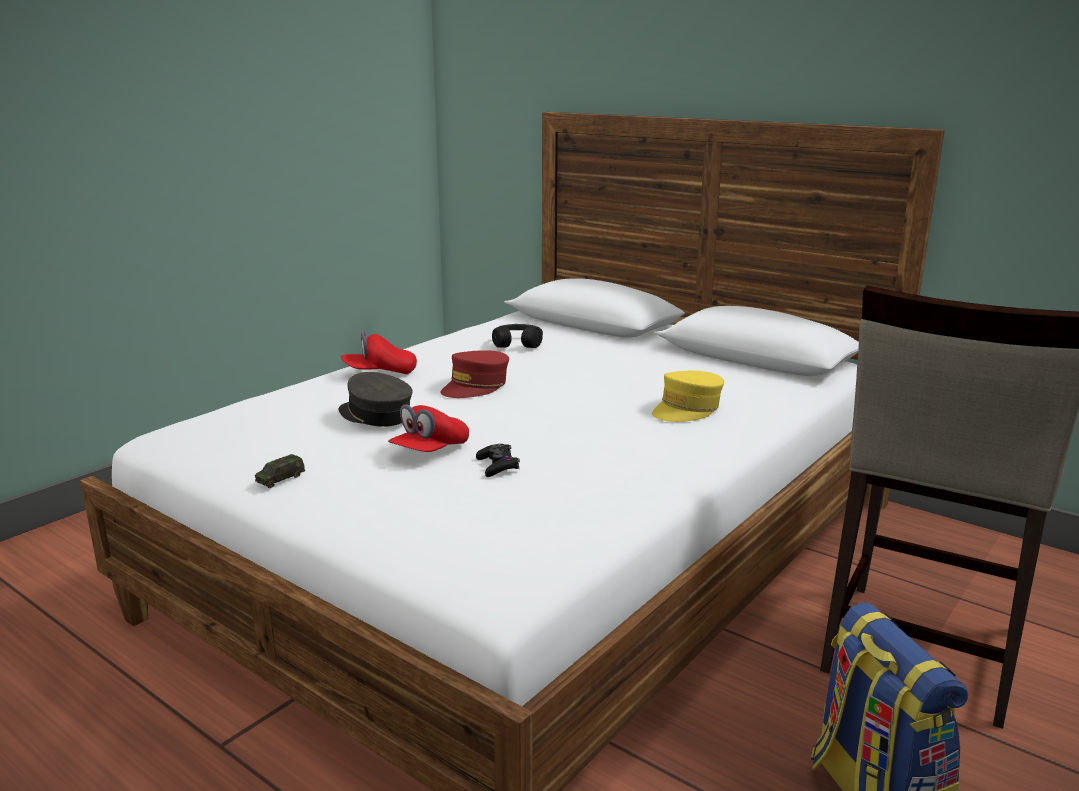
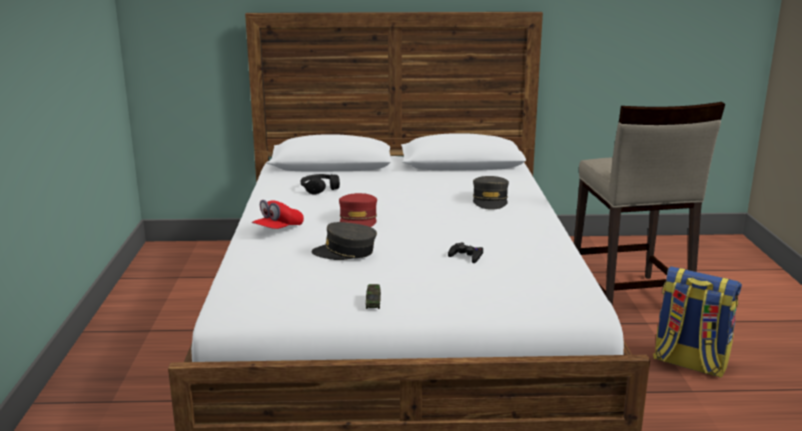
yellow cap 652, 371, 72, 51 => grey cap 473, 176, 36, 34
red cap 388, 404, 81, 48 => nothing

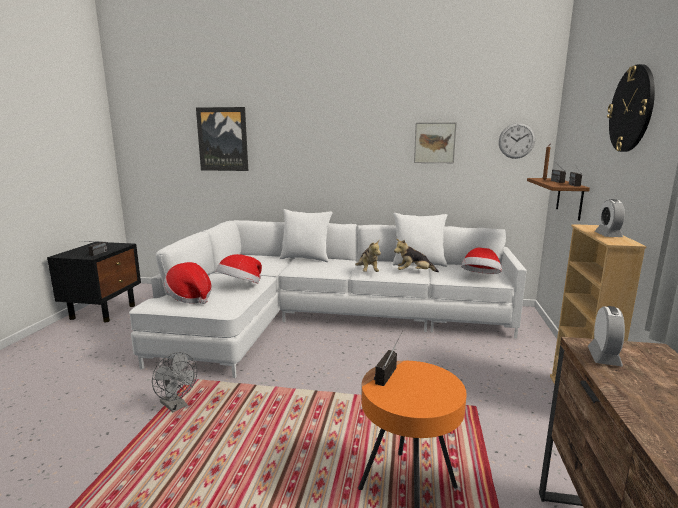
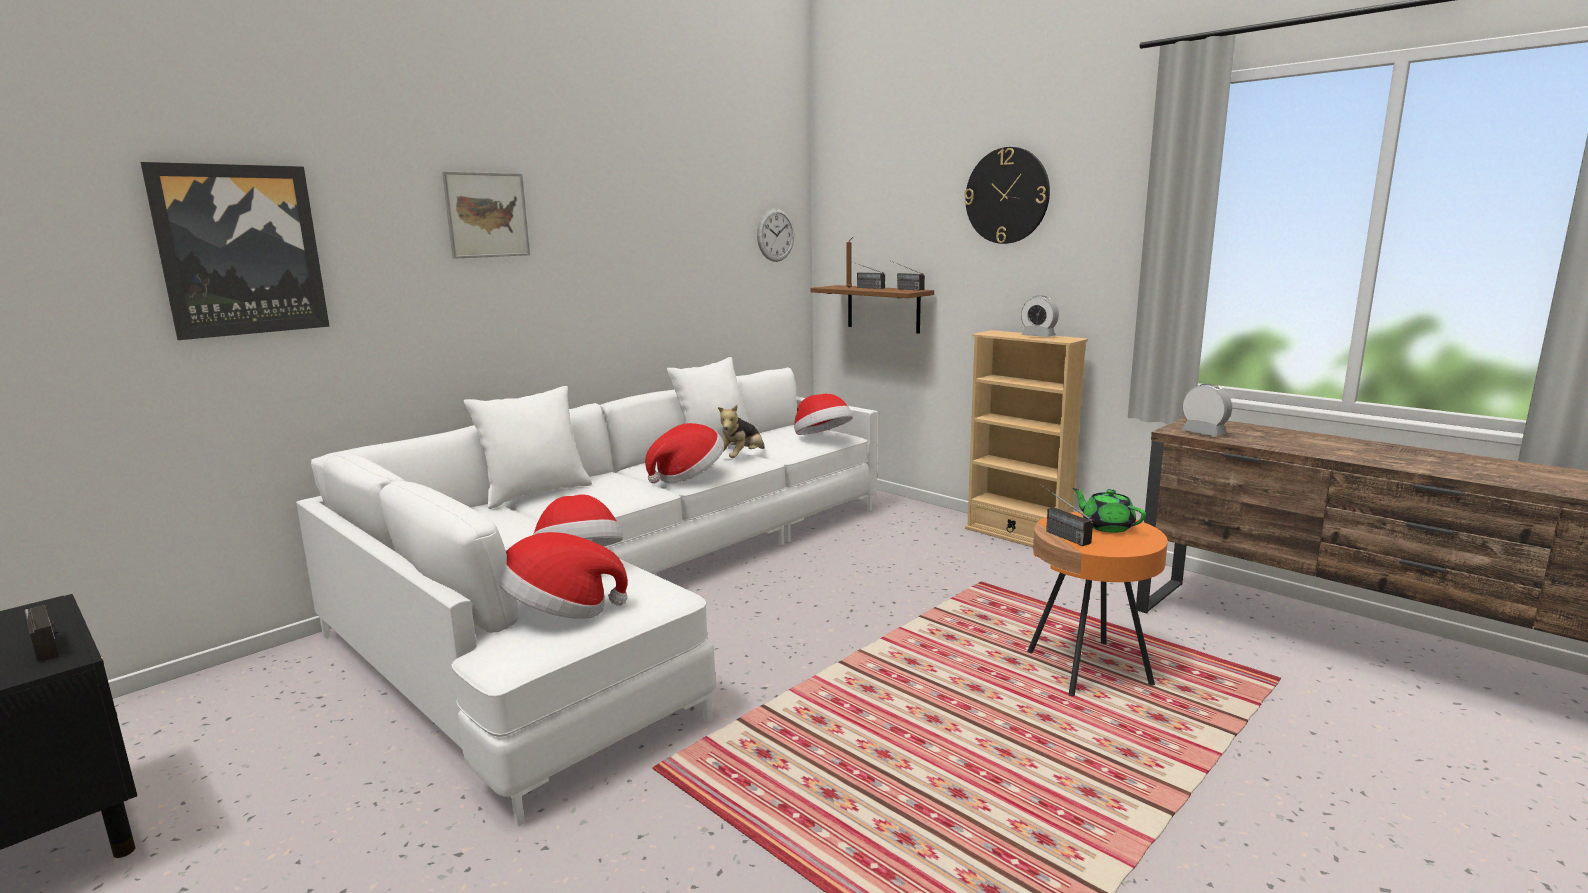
picture 414, 122, 43, 41 => picture 442, 171, 88, 88, moved
plush toy 355, 240, 26, 32 => hat 645, 423, 79, 61
nothing => green teapot 1073, 488, 73, 45
grey fan 152, 352, 45, 60 => nothing

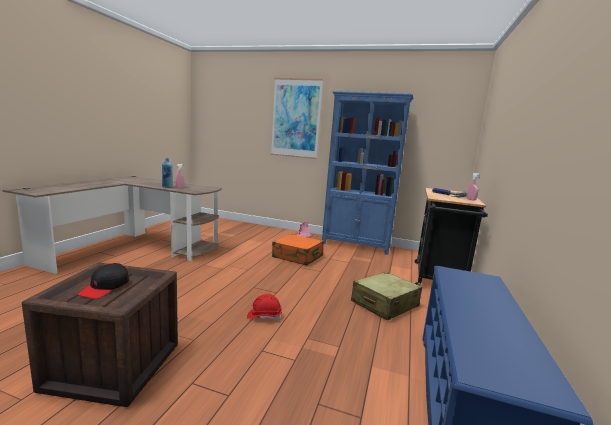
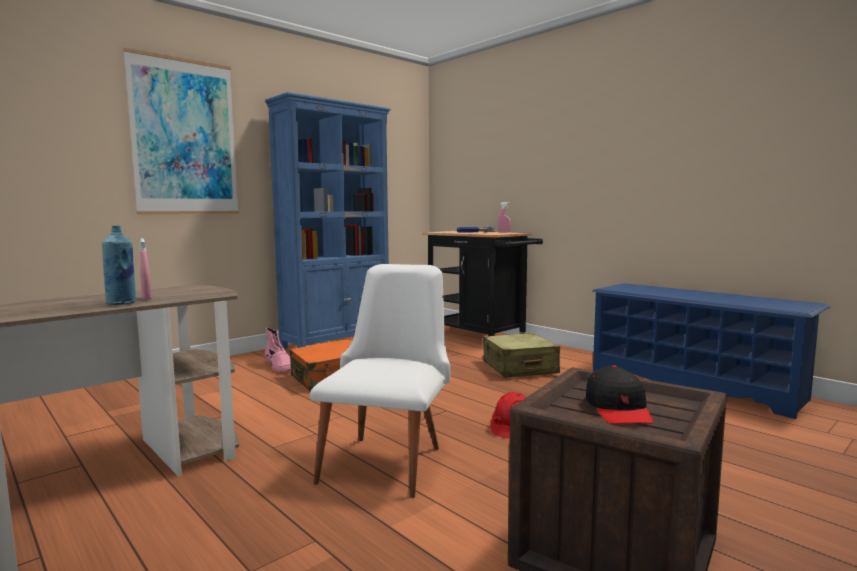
nothing => white chair 310, 264, 140, 234
black cap 77, 263, 52, 36 => black cap 585, 365, 68, 59, 45 degrees clockwise

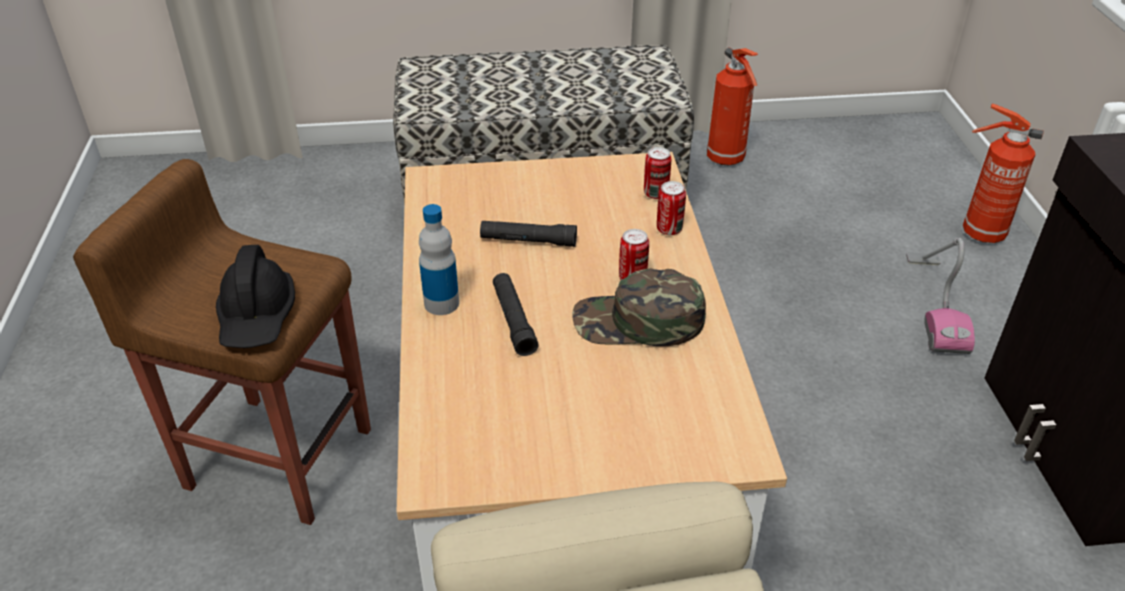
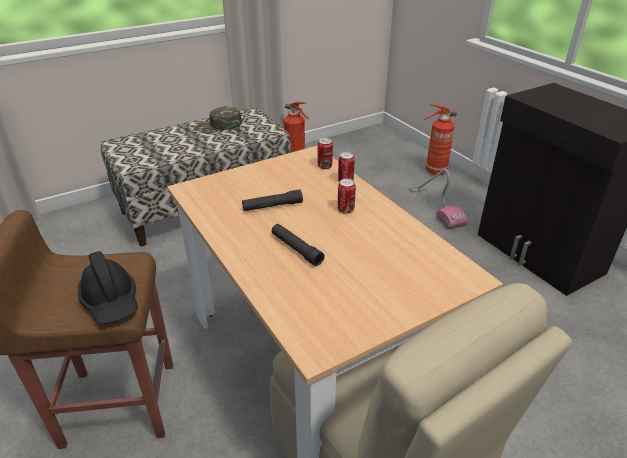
green cap 572, 268, 134, 78 => green cap 196, 106, 46, 27, moved
bottle 419, 204, 40, 111 => nothing

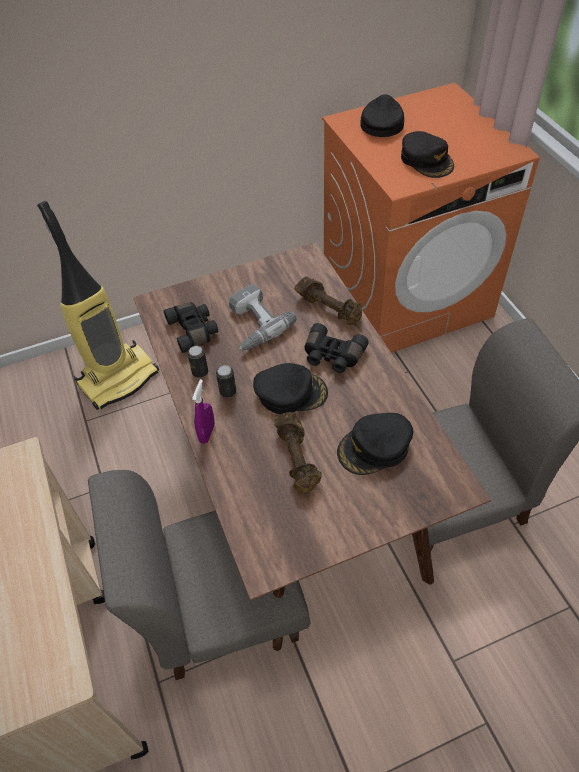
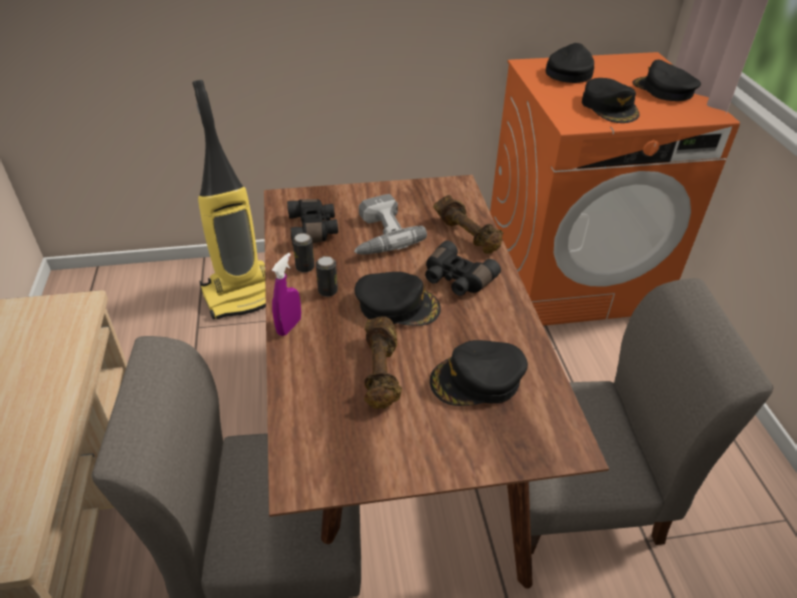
nothing => black cap 632, 59, 69, 42

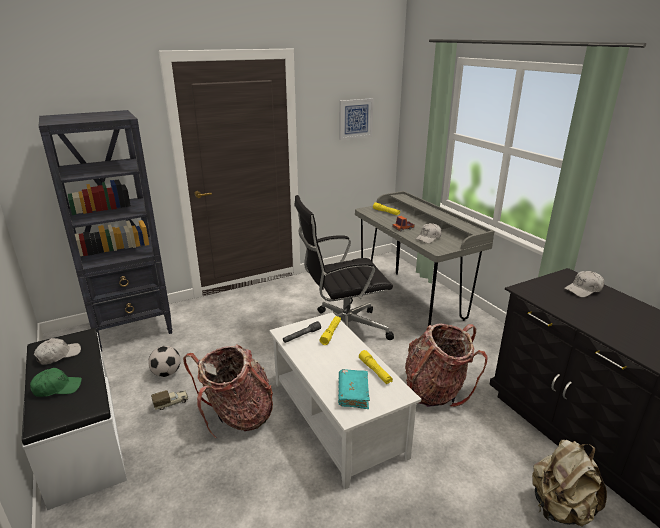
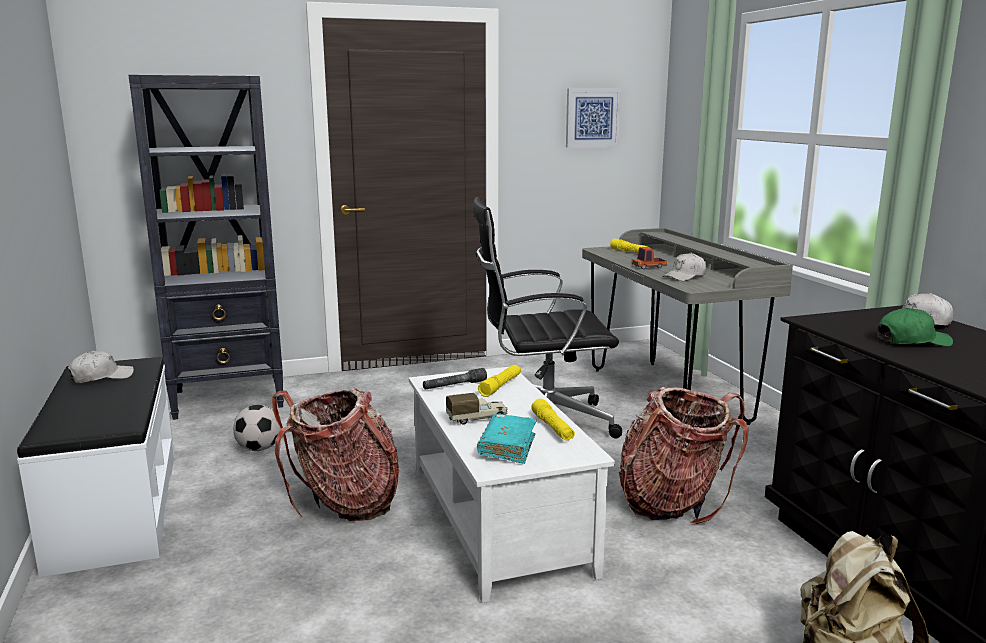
toy truck 151, 390, 37, 20 => toy truck 446, 393, 62, 32, moved
green cap 30, 368, 52, 29 => green cap 878, 308, 75, 39, moved

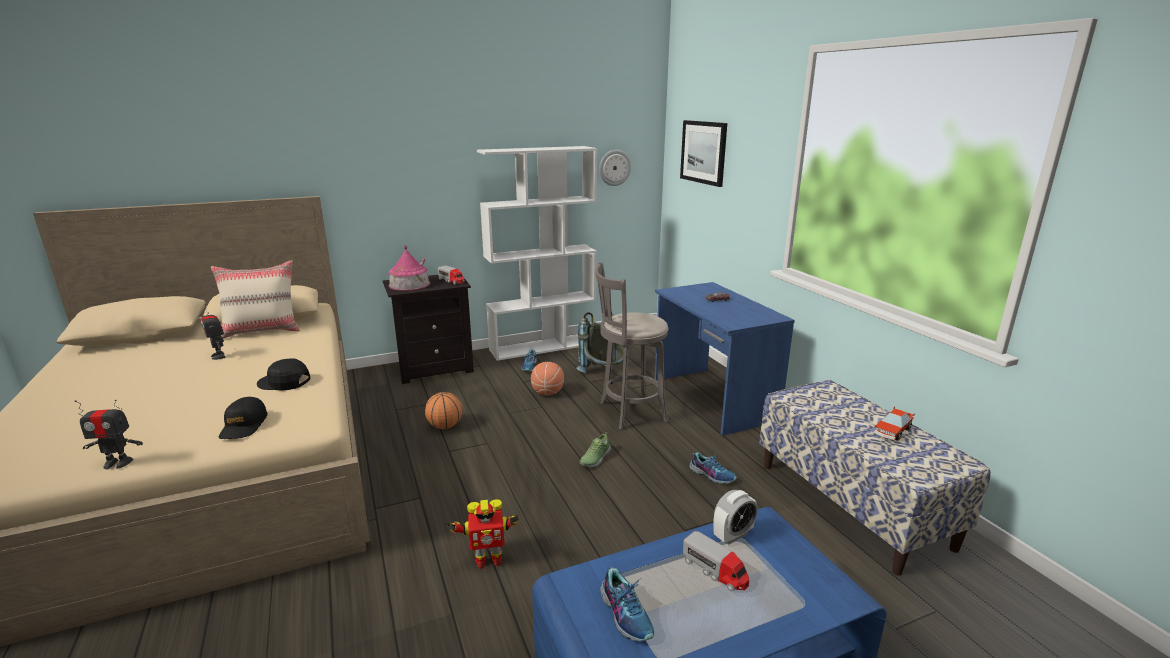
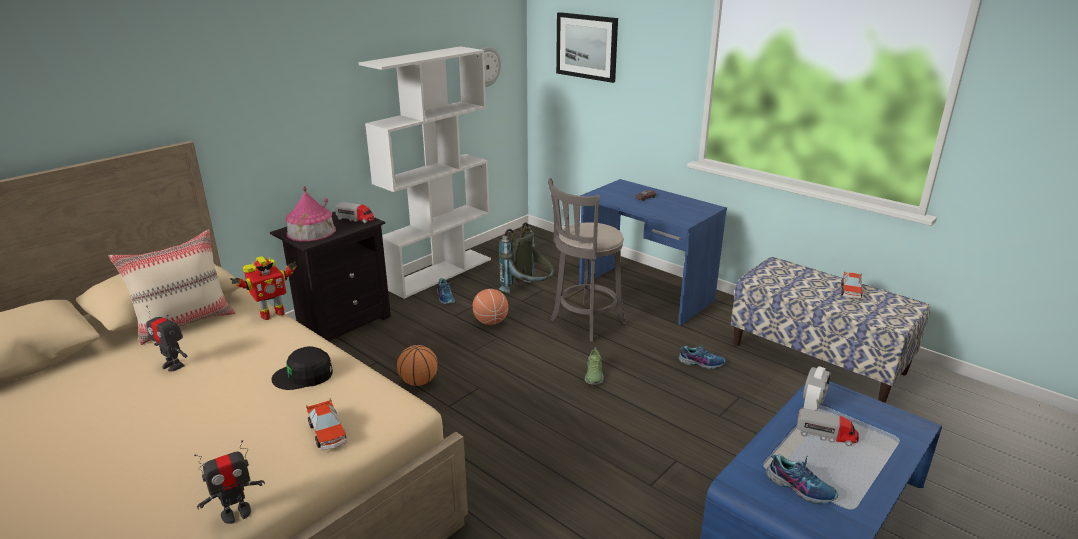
toy robot 446, 499, 73, 70 => toy robot 230, 256, 67, 64, moved
black cap 219, 397, 48, 42 => toy car 306, 398, 41, 52

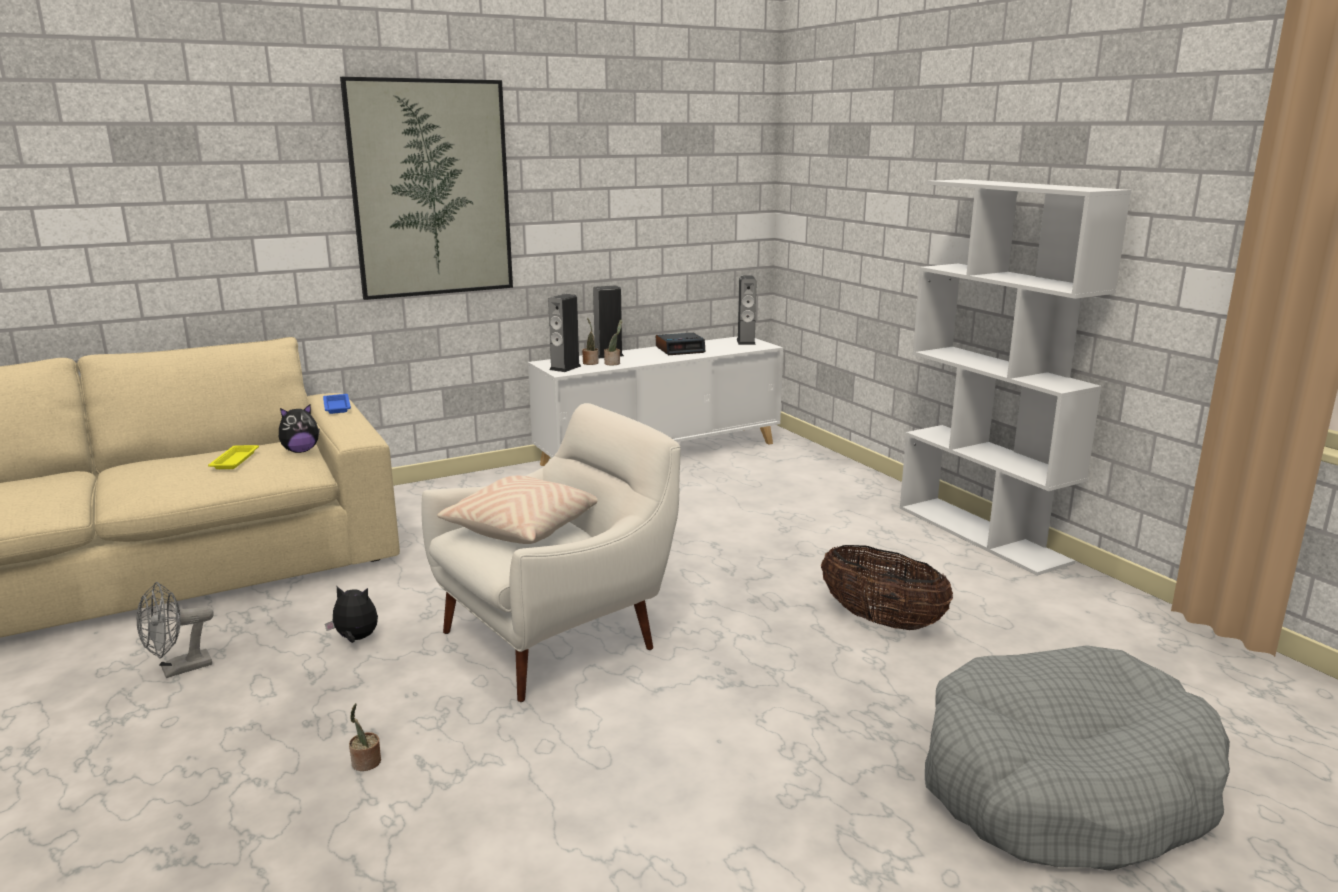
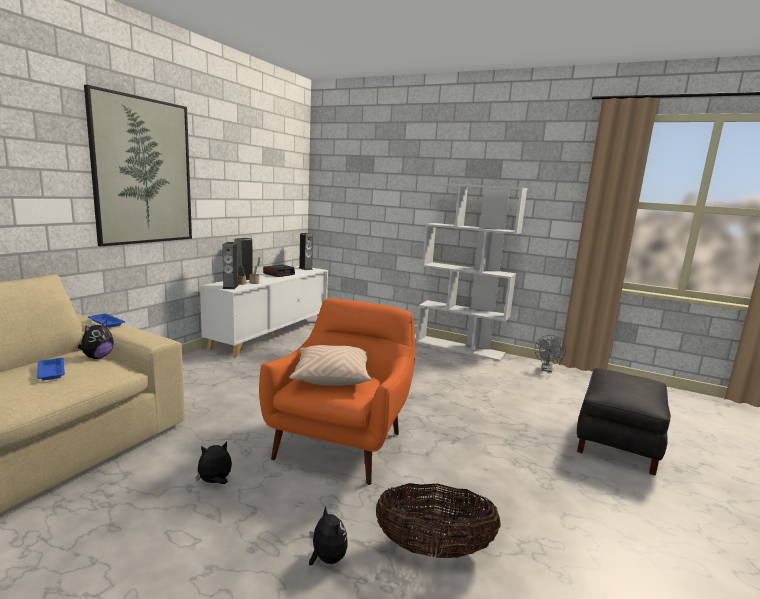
yellow tray 208, 445, 51, 24 => blue tray 37, 358, 28, 22
white armchair 421, 403, 260, 299 => orange armchair 259, 298, 156, 187
potted plant 349, 703, 32, 68 => plush toy 309, 506, 39, 59
basket 821, 545, 132, 85 => basket 376, 483, 125, 75, moved
grey fan 137, 582, 77, 96 => grey fan 535, 335, 31, 37, moved
grey dog bed 925, 645, 305, 226 => black ottoman 577, 368, 94, 108

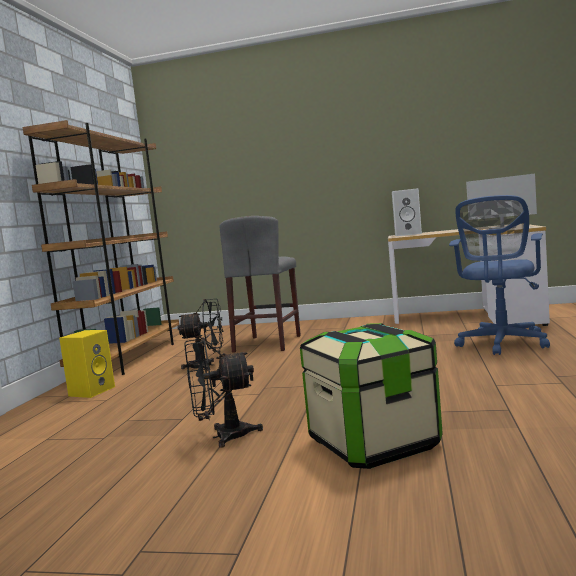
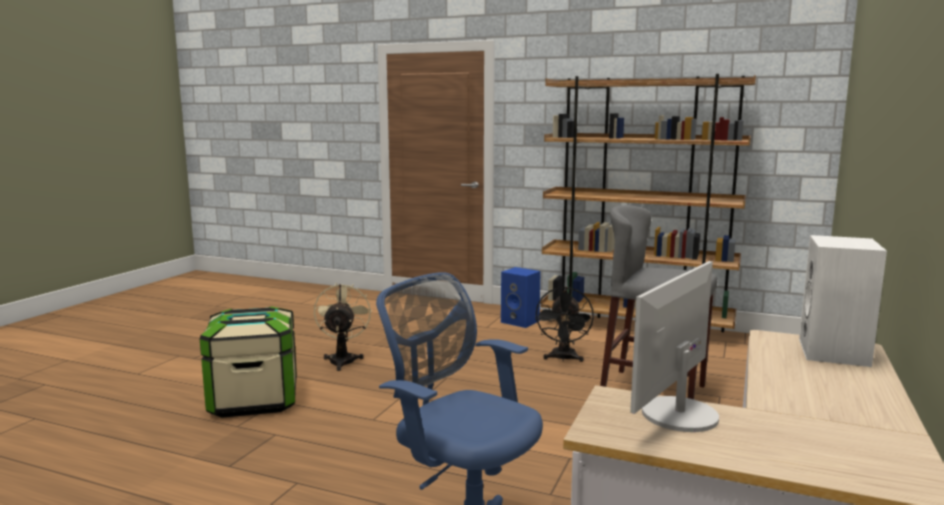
black fan 184, 337, 79, 111 => beige fan 314, 283, 58, 88
yellow speaker 59, 330, 56, 68 => blue speaker 501, 267, 40, 61

